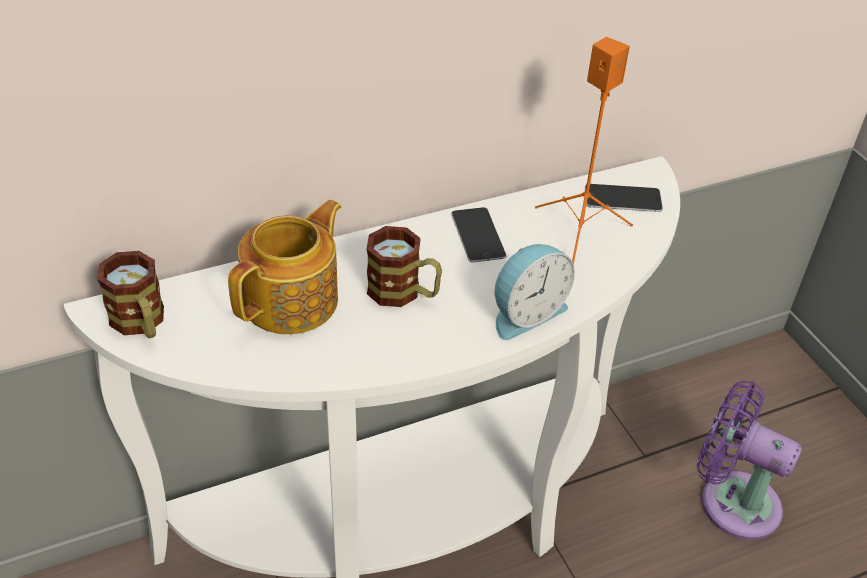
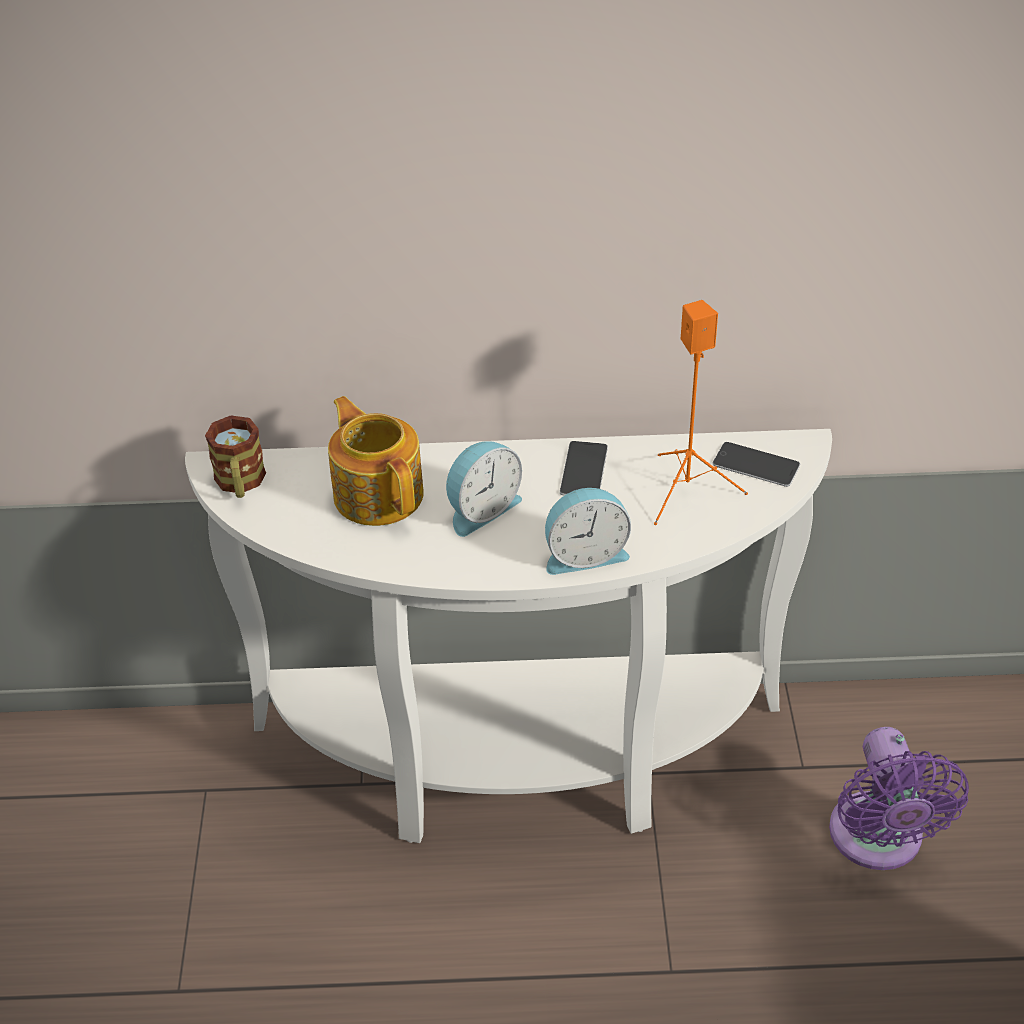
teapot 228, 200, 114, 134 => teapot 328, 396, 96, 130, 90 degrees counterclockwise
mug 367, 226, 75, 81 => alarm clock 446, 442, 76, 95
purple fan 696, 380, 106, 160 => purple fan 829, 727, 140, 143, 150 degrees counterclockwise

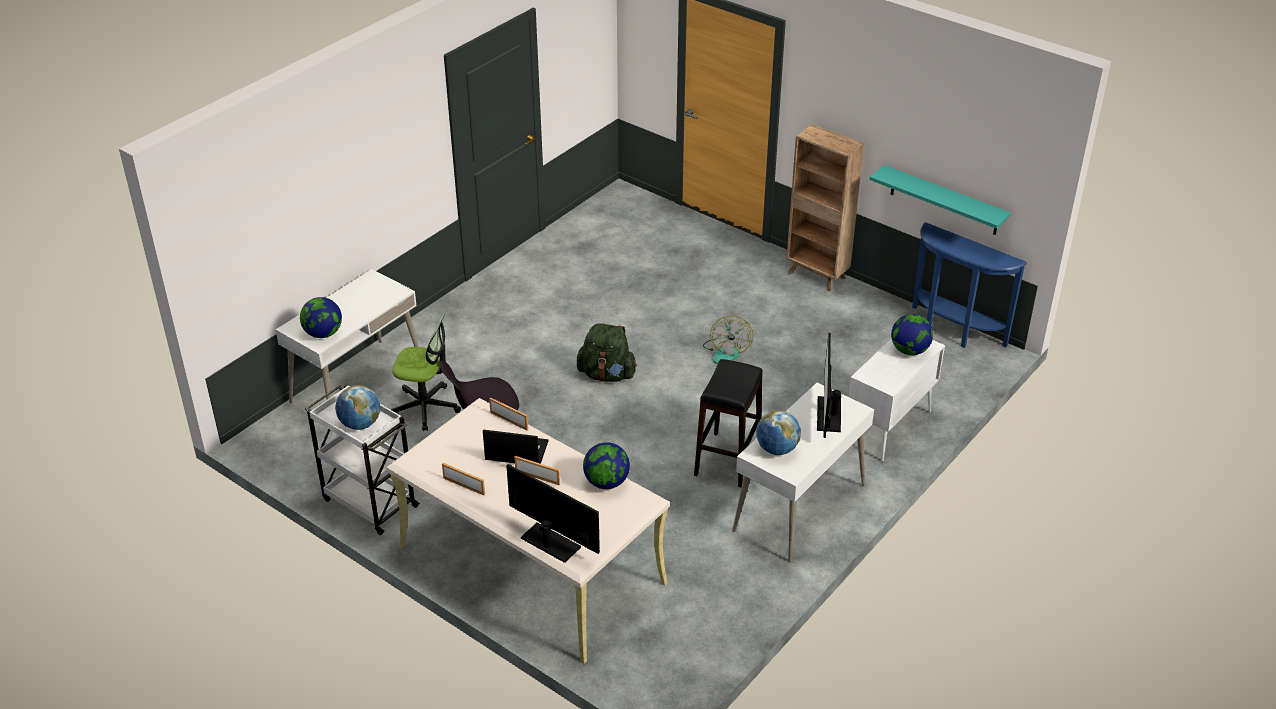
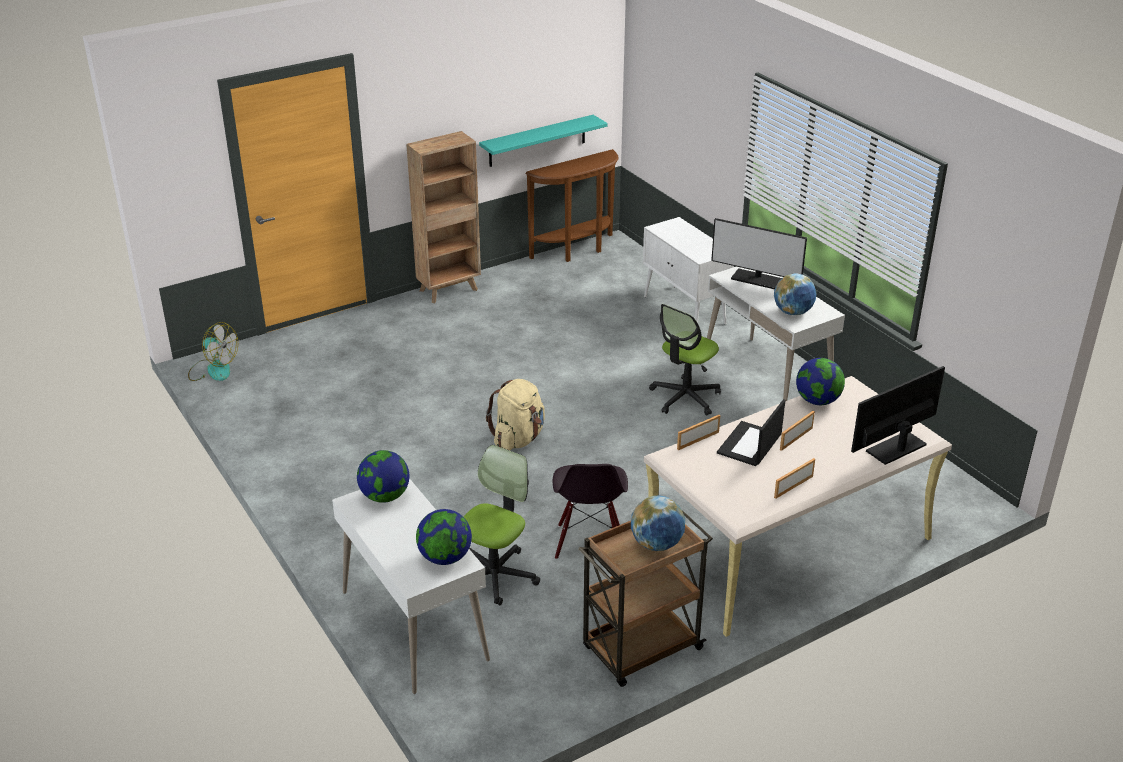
fan 703, 316, 50, 48 => fan 188, 322, 50, 59, moved
globe 891, 314, 42, 41 => globe 357, 450, 52, 53, moved
green backpack 577, 323, 60, 59 => beige backpack 486, 379, 59, 71
blue console table 912, 222, 115, 126 => brown console table 525, 149, 94, 113
white cart 305, 384, 115, 151 => brown cart 579, 510, 134, 177
black stool 694, 359, 68, 128 => office chair 649, 304, 72, 112

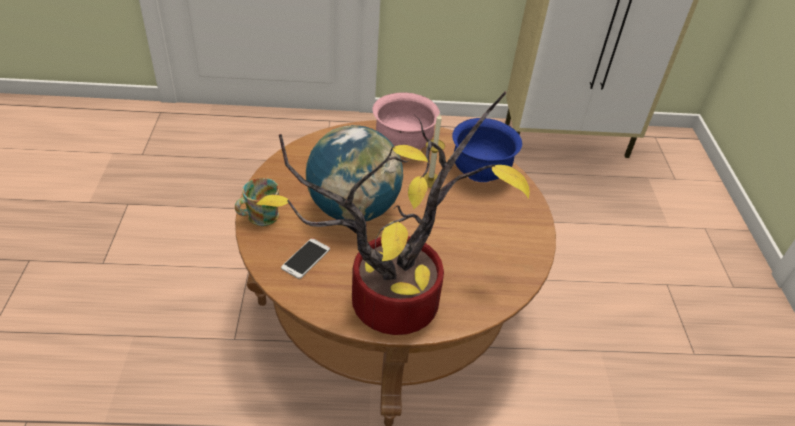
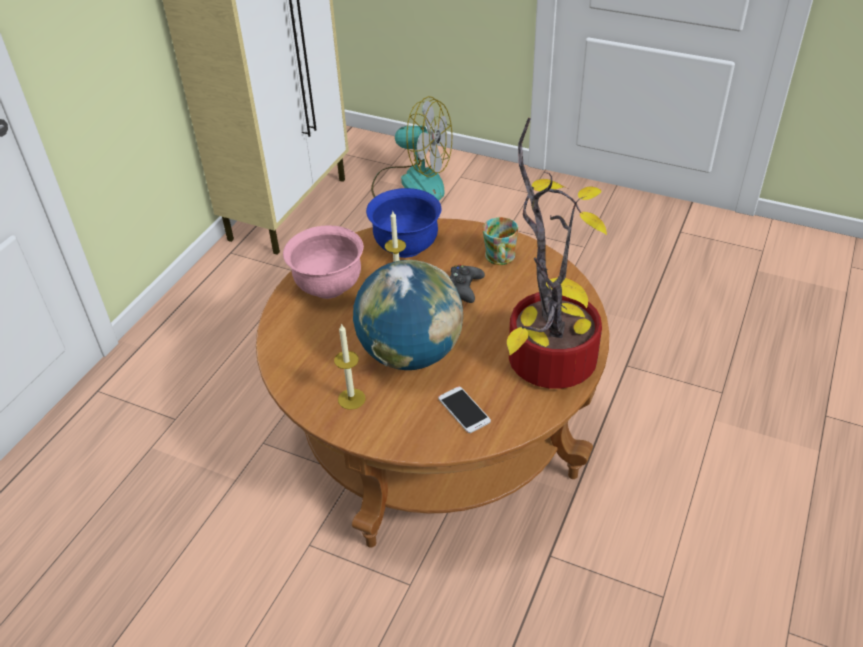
nothing => candle 334, 323, 32, 87
nothing => fan 371, 96, 81, 105
nothing => black game controller 449, 264, 36, 39
mug 235, 178, 44, 48 => mug 482, 217, 36, 48, moved

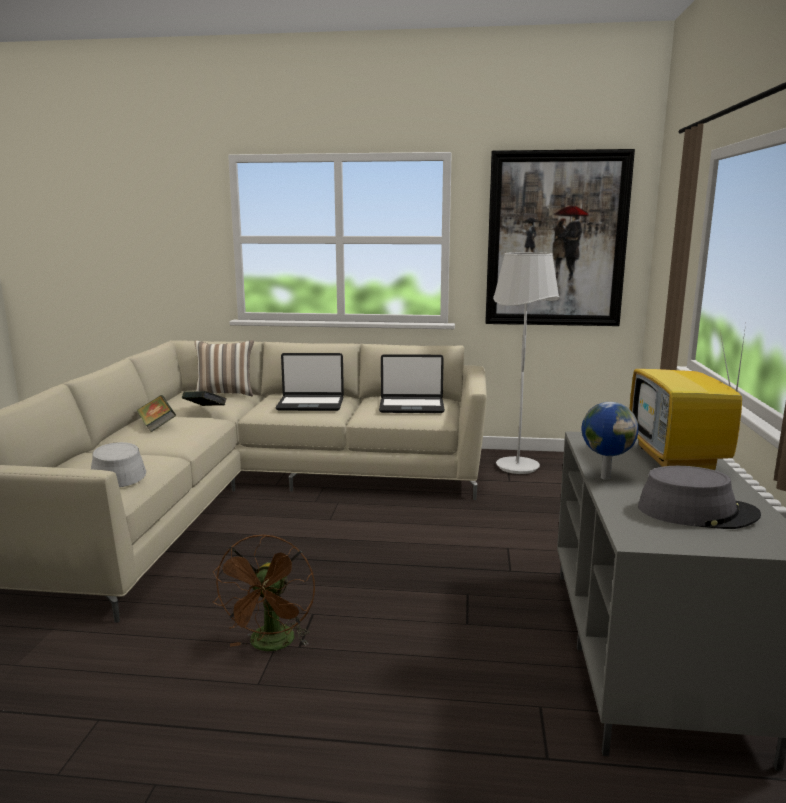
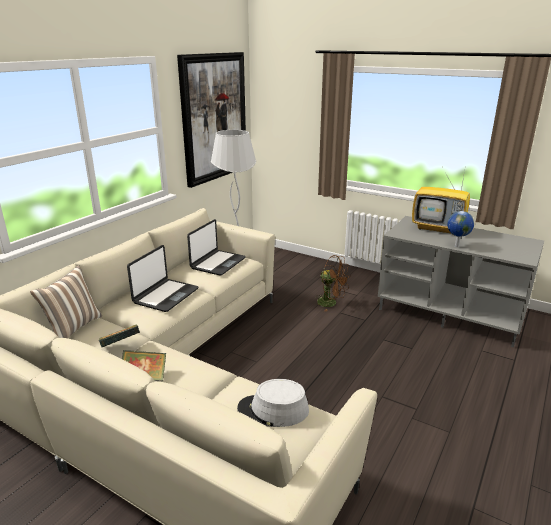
brown fan 212, 534, 103, 117 => brown fan 315, 255, 35, 57, moved
grey hat 638, 466, 123, 63 => nothing

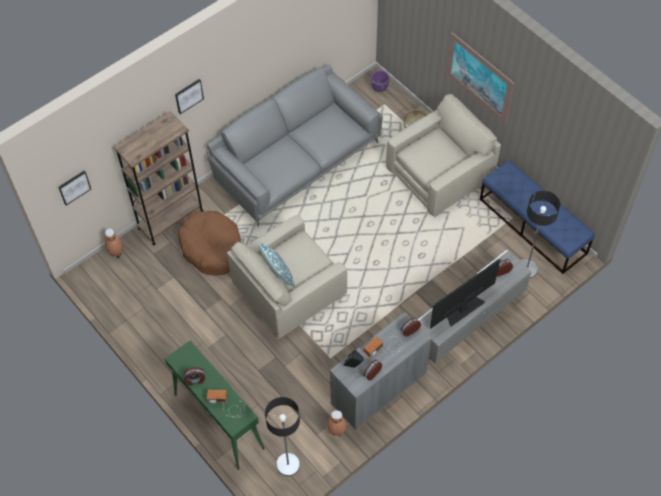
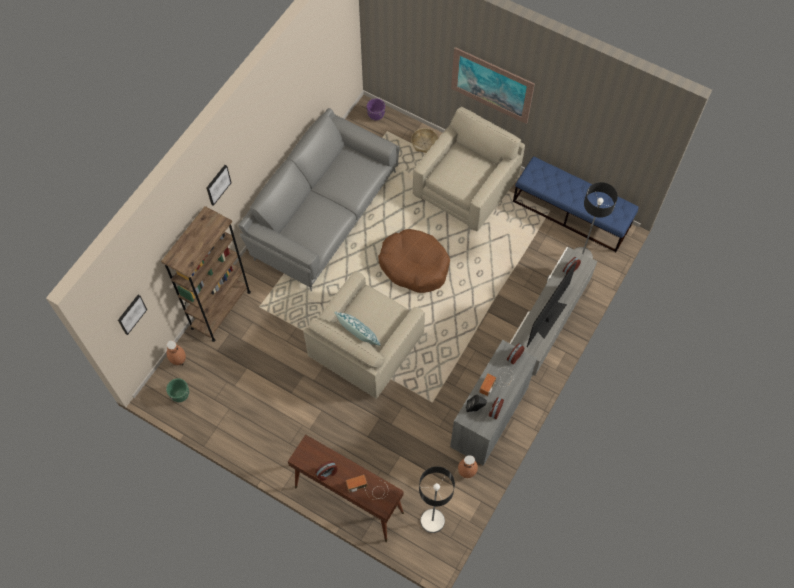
nothing => green planter 166, 378, 23, 24
green console table 165, 341, 100, 129 => brown console table 288, 434, 116, 108
brown dog bed 178, 211, 63, 65 => brown dog bed 378, 229, 72, 64, moved

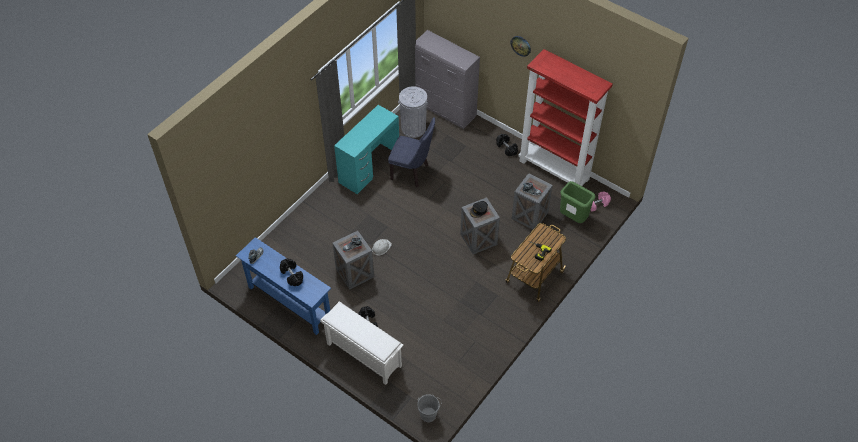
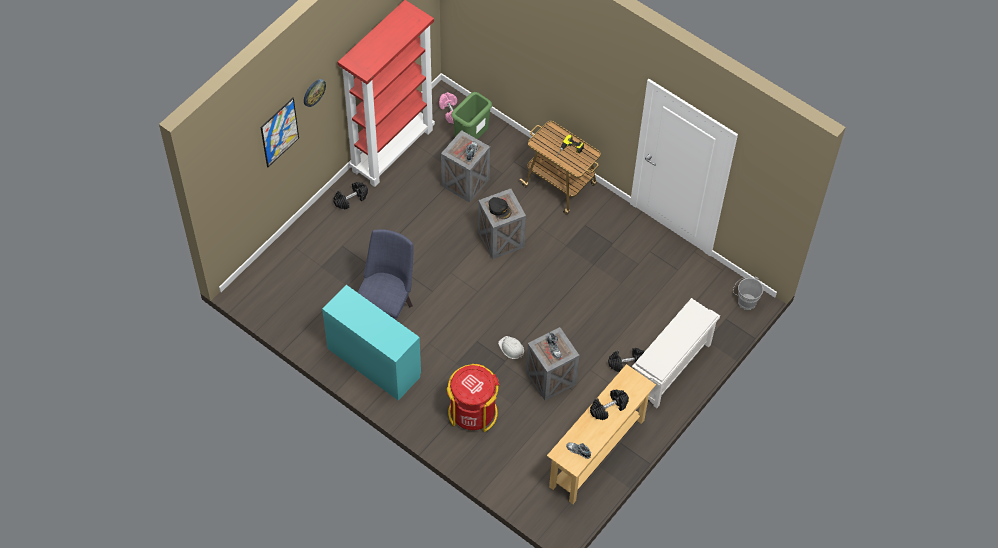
nothing => picture 261, 98, 38, 69
nothing => red trash can 447, 364, 52, 68
blue console table 236, 237, 95, 98 => beige console table 547, 364, 109, 140
grey trash can 398, 86, 30, 52 => nothing
grey cabinet 415, 30, 65, 99 => nothing

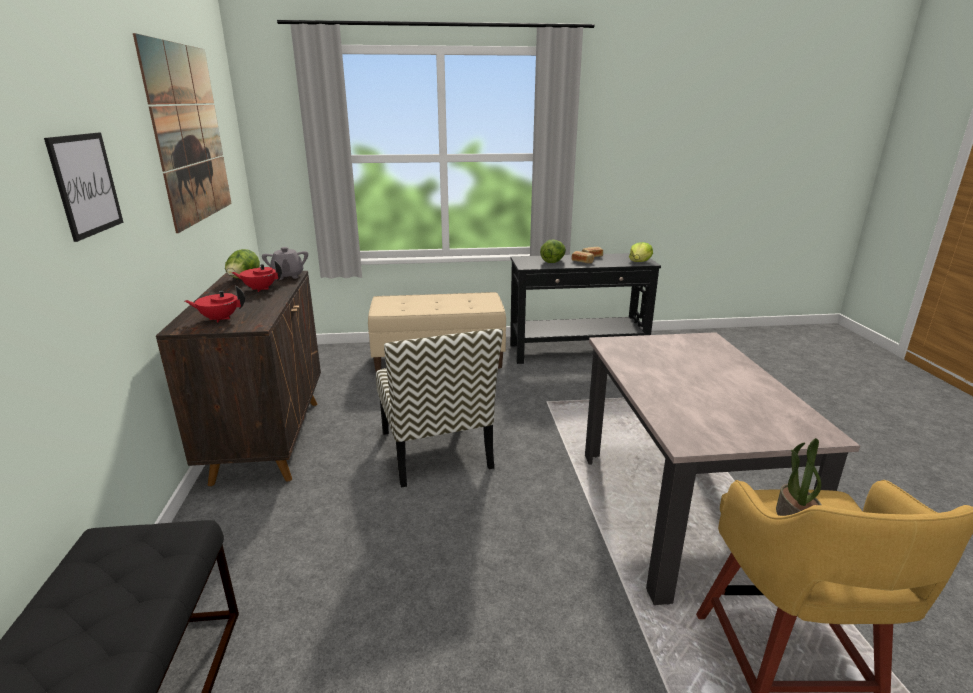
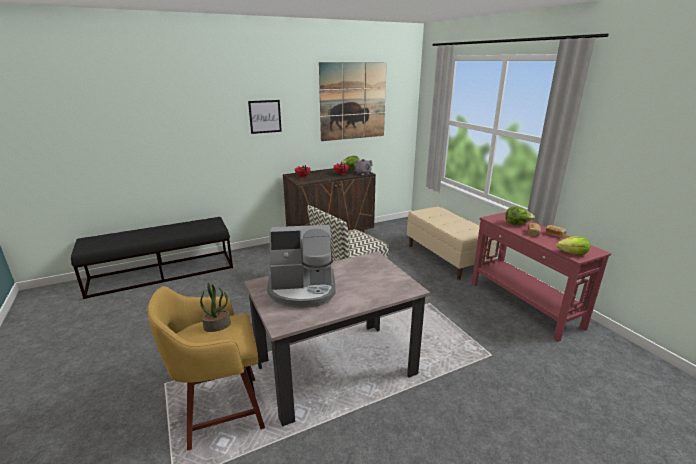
nothing => coffee machine 267, 225, 68, 83
black console table 510, 253, 151, 111 => red console table 471, 212, 140, 130

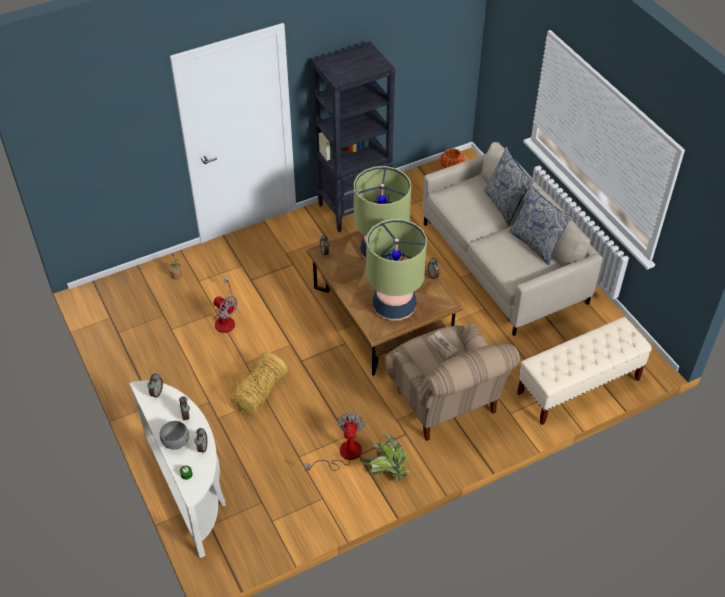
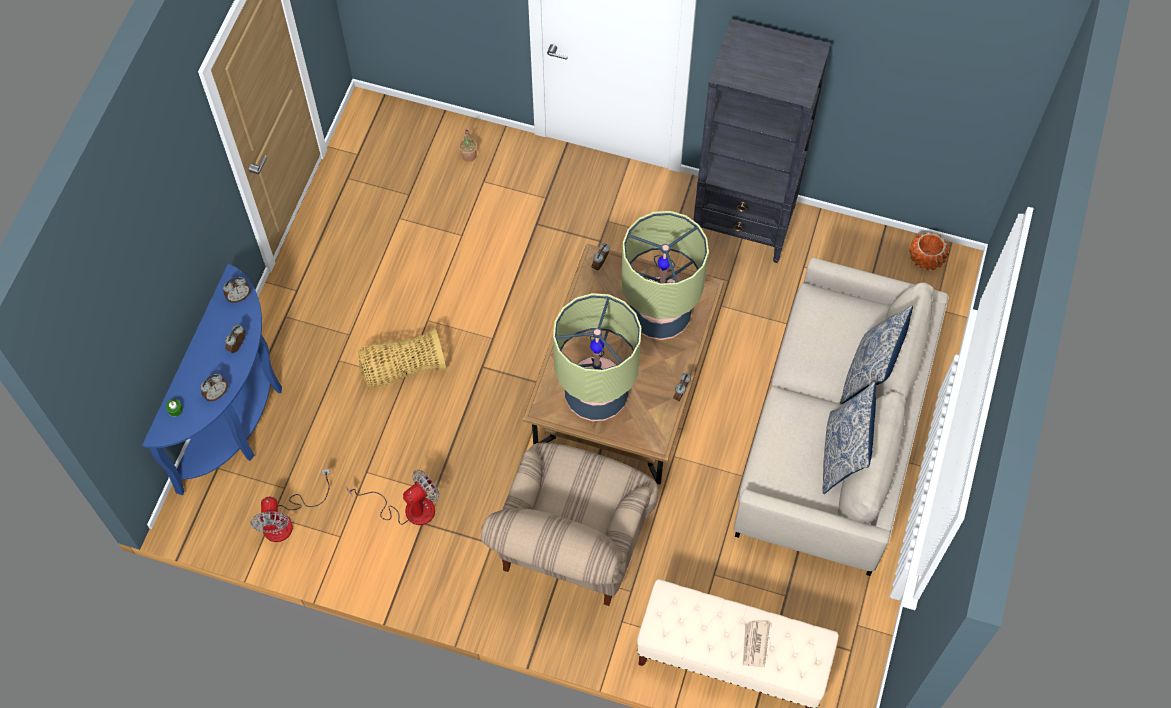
white console table 129, 381, 97, 177 => blue console table 142, 264, 140, 231
fan 213, 276, 25, 57 => fan 250, 469, 81, 73, moved
newspaper 428, 331, 30, 27 => newspaper 742, 621, 28, 46, moved
grey bowl 160, 421, 29, 29 => nothing
potted plant 361, 435, 49, 47 => nothing

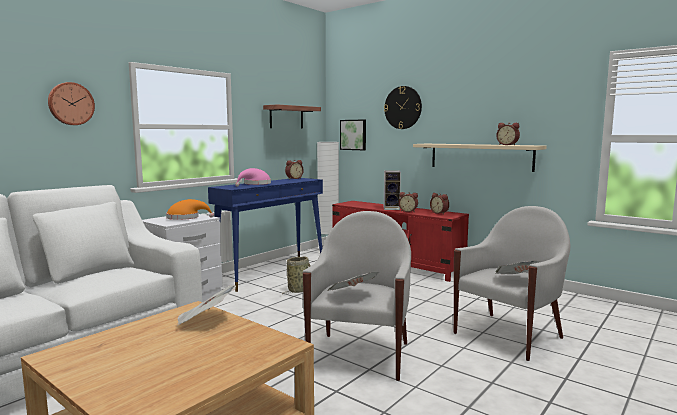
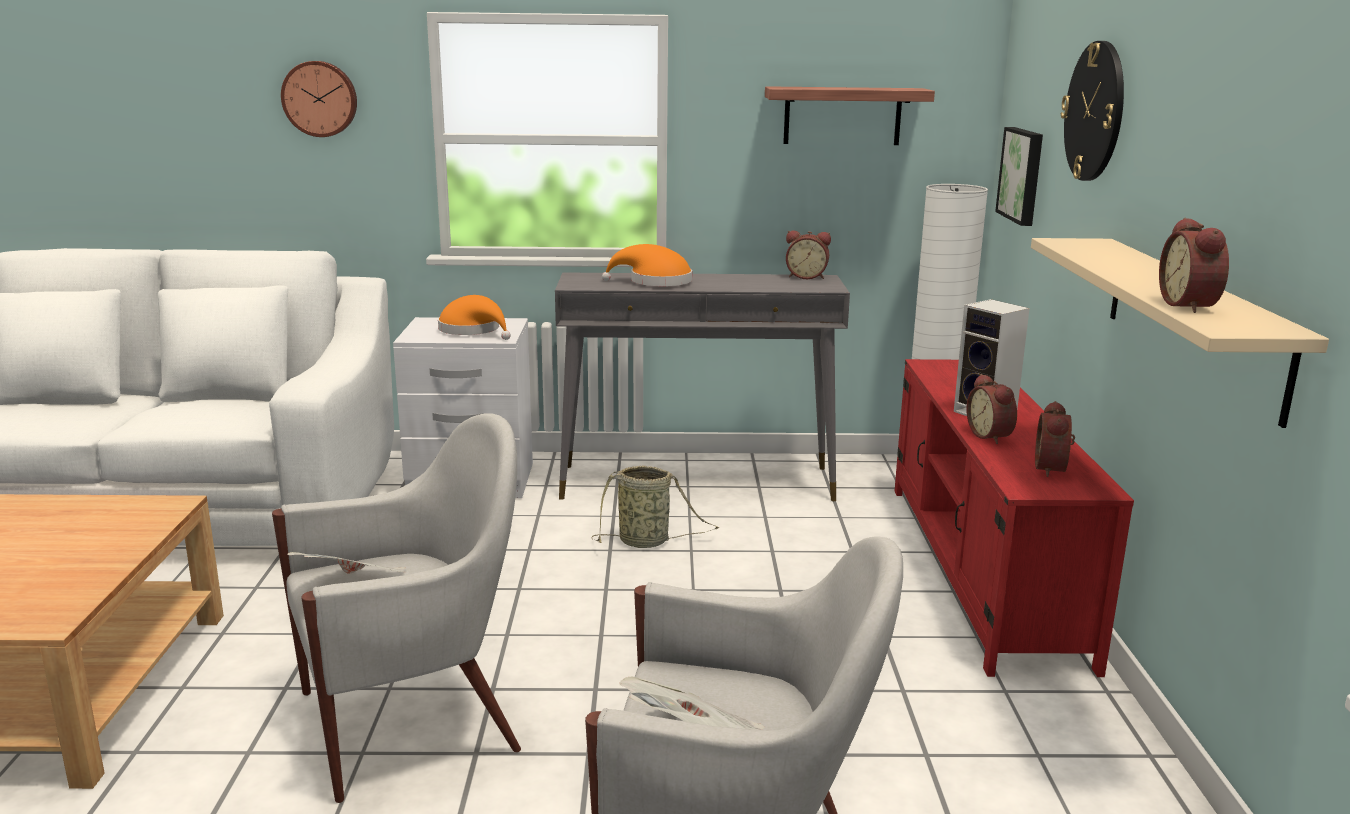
blue console table 208, 178, 115, 114 => grey console table 555, 272, 295, 229
pink hat 235, 168, 36, 18 => orange hat 602, 244, 90, 42
newspaper 177, 285, 59, 41 => nothing

